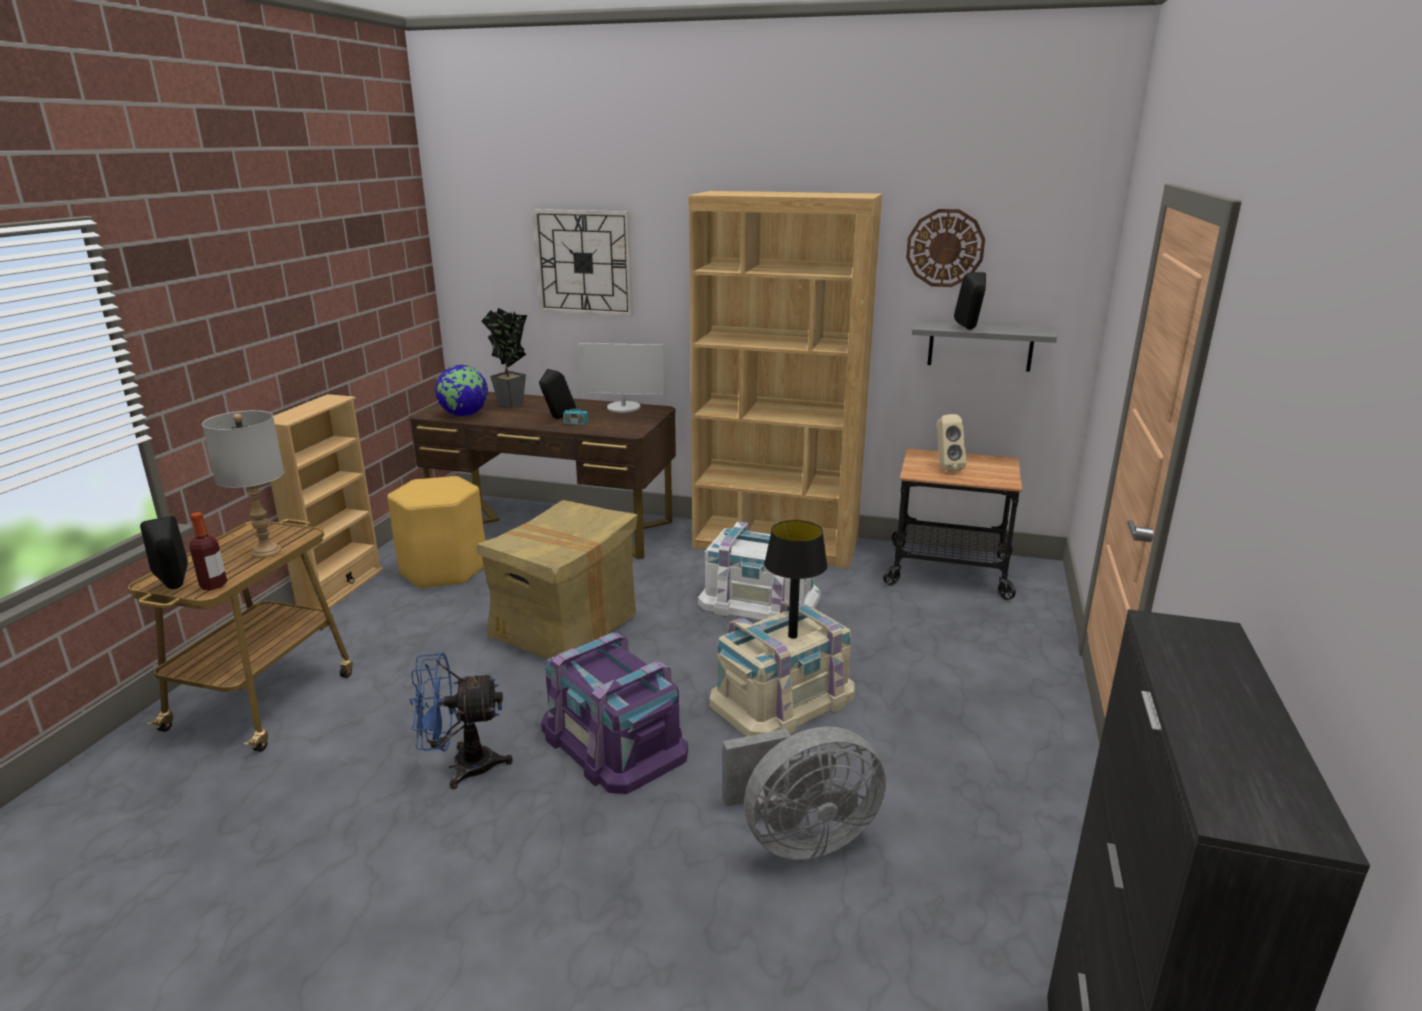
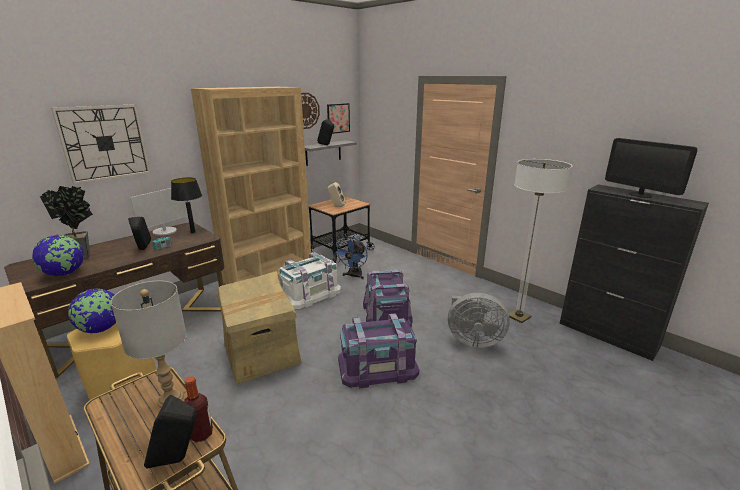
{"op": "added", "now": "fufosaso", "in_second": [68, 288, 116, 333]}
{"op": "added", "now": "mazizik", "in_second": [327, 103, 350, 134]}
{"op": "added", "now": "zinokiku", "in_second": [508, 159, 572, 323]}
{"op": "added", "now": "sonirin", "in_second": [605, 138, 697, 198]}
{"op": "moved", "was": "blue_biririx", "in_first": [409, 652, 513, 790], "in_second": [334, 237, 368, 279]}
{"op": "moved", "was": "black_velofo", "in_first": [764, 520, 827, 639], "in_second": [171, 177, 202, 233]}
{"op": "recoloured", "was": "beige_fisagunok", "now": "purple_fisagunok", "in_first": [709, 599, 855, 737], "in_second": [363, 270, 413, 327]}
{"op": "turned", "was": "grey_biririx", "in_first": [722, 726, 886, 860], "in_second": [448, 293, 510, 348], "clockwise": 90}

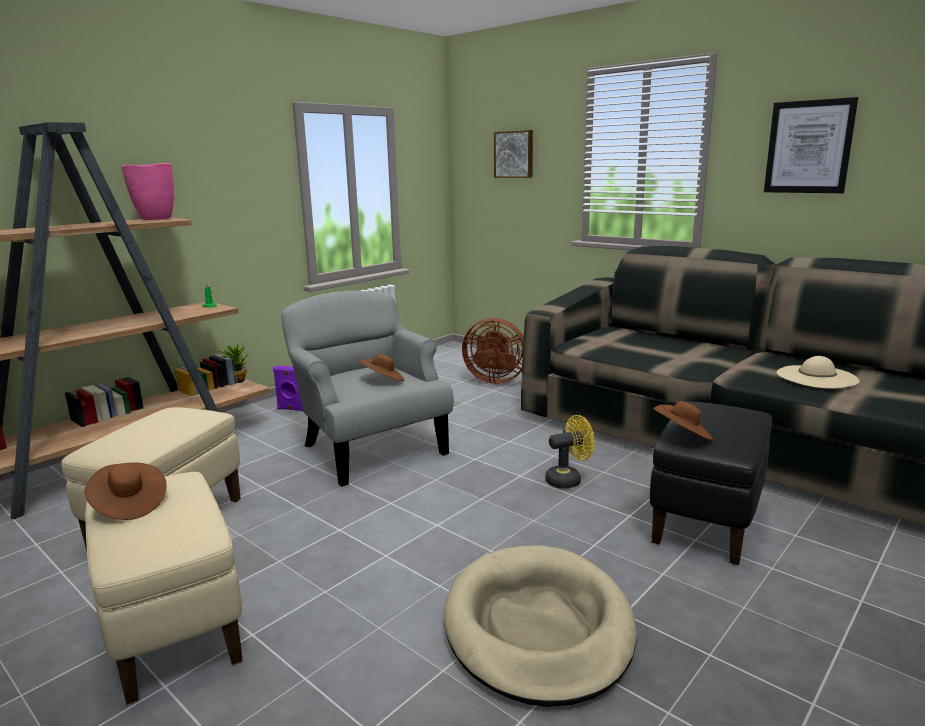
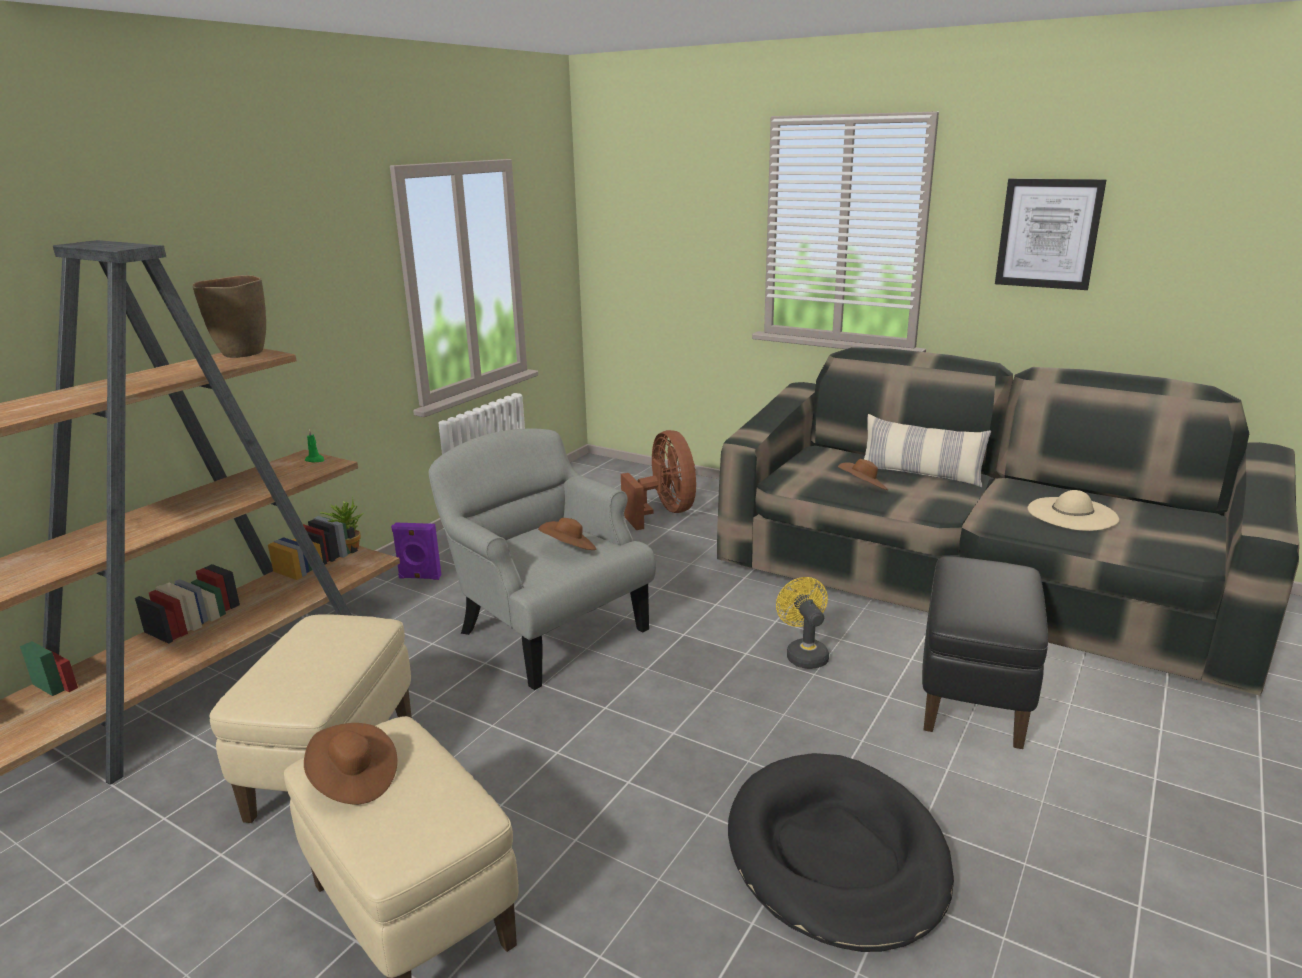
{"op": "removed", "was": "mazizik", "in_first": [494, 130, 533, 178]}
{"op": "added", "now": "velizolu", "in_second": [864, 414, 991, 487]}
{"op": "moved", "was": "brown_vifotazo", "in_first": [654, 401, 714, 440], "in_second": [838, 459, 888, 490]}
{"op": "recoloured", "was": "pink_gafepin", "now": "brown_gafepin", "in_first": [121, 163, 174, 220], "in_second": [192, 275, 266, 358]}
{"op": "recoloured", "was": "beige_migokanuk", "now": "black_migokanuk", "in_first": [444, 545, 637, 707], "in_second": [728, 753, 954, 952]}
{"op": "turned", "was": "brown_biririx", "in_first": [462, 318, 524, 384], "in_second": [621, 430, 696, 530], "clockwise": -120}
{"op": "turned", "was": "yellow_biririx", "in_first": [545, 415, 595, 489], "in_second": [776, 577, 829, 669], "clockwise": -75}

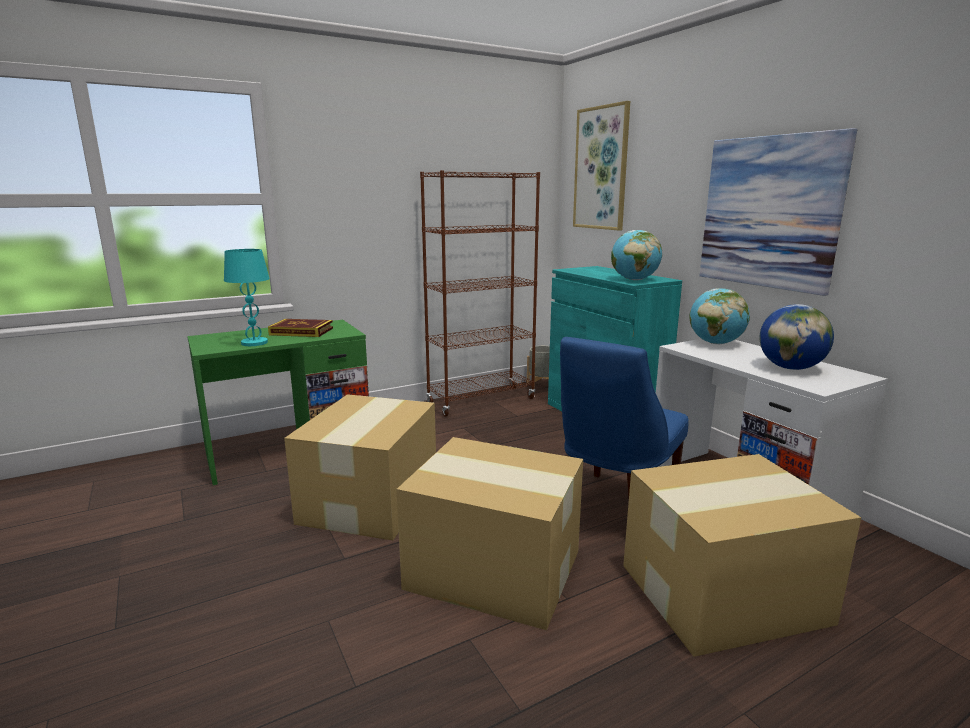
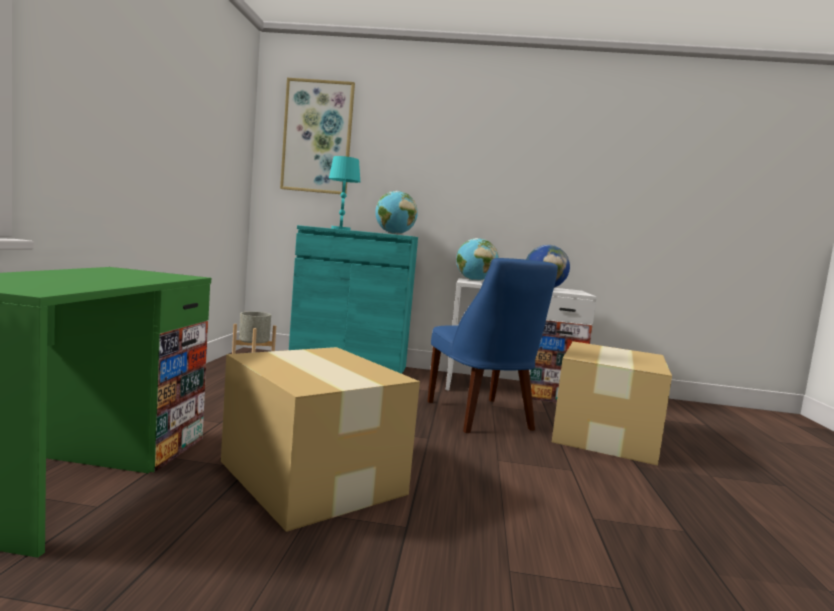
{"op": "removed", "was": "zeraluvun", "in_first": [268, 319, 333, 337]}
{"op": "removed", "was": "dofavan", "in_first": [396, 437, 583, 630]}
{"op": "removed", "was": "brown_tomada", "in_first": [420, 170, 540, 417]}
{"op": "removed", "was": "mazizik", "in_first": [699, 128, 857, 296]}
{"op": "moved", "was": "turquoise_velofo", "in_first": [224, 249, 270, 346], "in_second": [329, 156, 360, 230]}

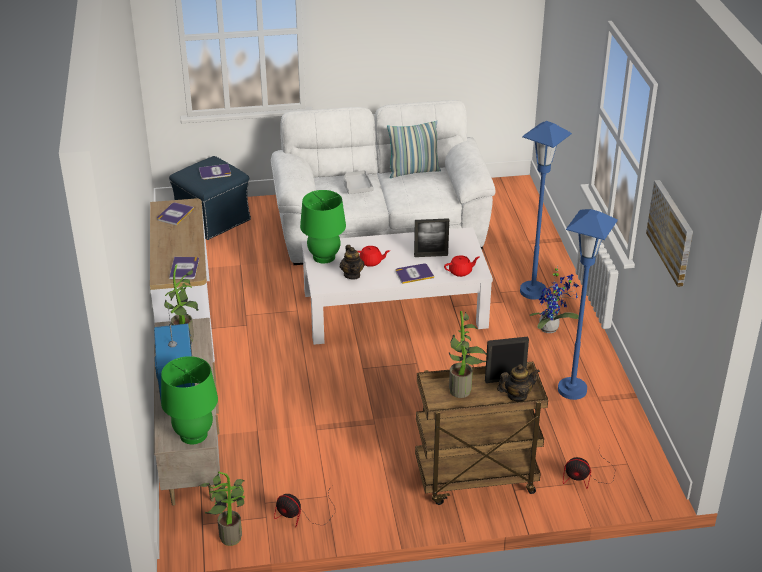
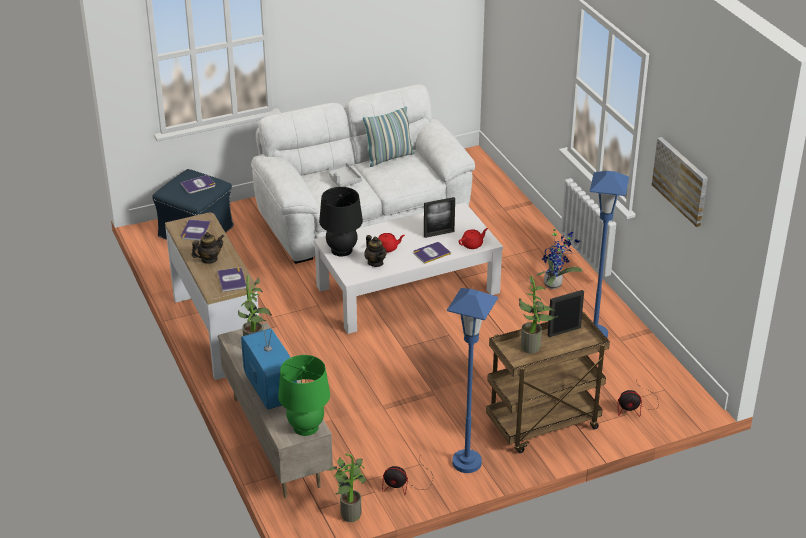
{"op": "moved", "was": "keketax", "in_first": [497, 364, 540, 402], "in_second": [192, 232, 224, 264]}
{"op": "moved", "was": "blue_zinokiku", "in_first": [520, 121, 572, 300], "in_second": [447, 288, 498, 473]}
{"op": "recoloured", "was": "green_velofo", "now": "black_velofo", "in_first": [300, 190, 346, 263], "in_second": [319, 187, 363, 257]}

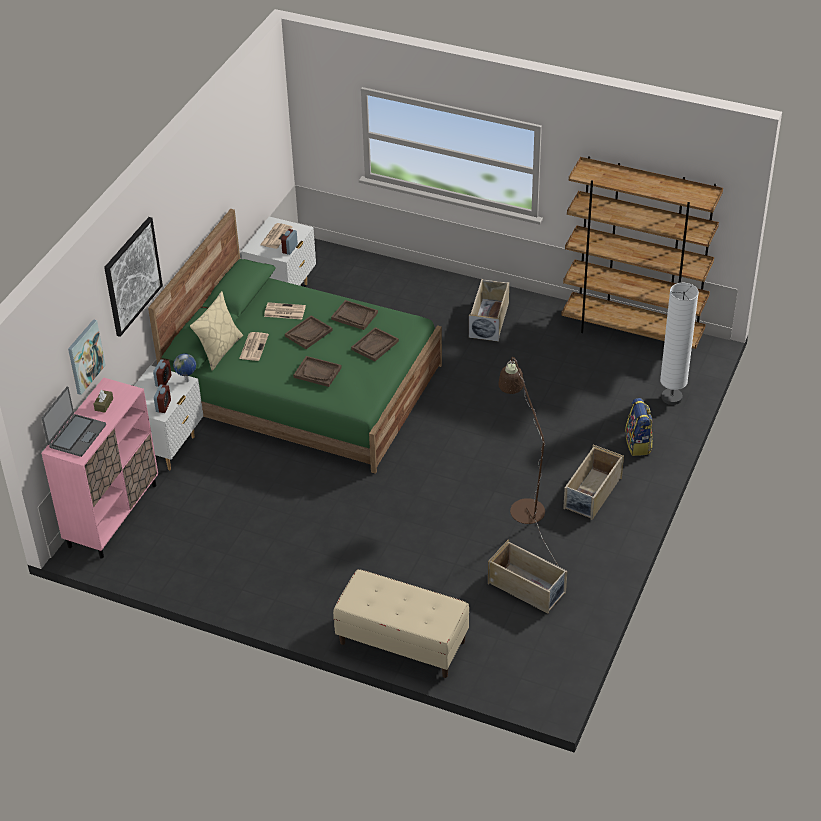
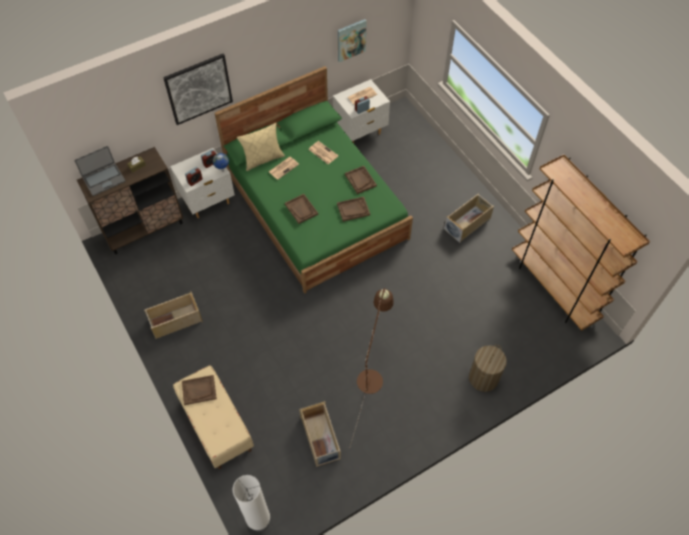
{"op": "moved", "was": "mazizik", "in_first": [68, 319, 106, 395], "in_second": [338, 19, 367, 62]}
{"op": "moved", "was": "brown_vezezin", "in_first": [285, 316, 333, 349], "in_second": [182, 375, 217, 405]}
{"op": "moved", "was": "beige_fisagunok", "in_first": [563, 445, 624, 520], "in_second": [144, 291, 203, 339]}
{"op": "moved", "was": "white_zinokiku", "in_first": [660, 283, 699, 405], "in_second": [233, 475, 270, 532]}
{"op": "replaced", "was": "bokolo", "now": "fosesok", "in_first": [625, 398, 653, 456], "in_second": [469, 345, 507, 392]}
{"op": "recoloured", "was": "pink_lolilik", "now": "brown_lolilik", "in_first": [41, 377, 158, 558], "in_second": [77, 147, 183, 254]}

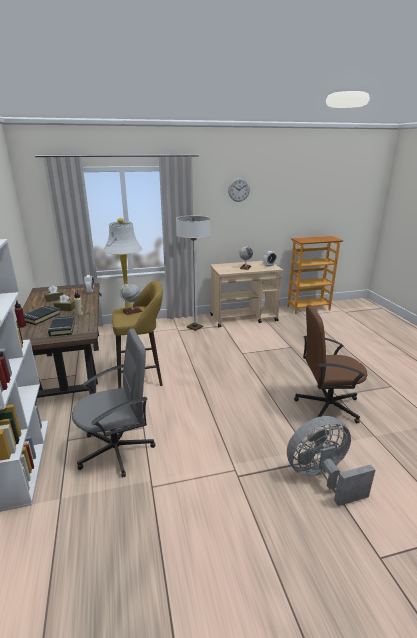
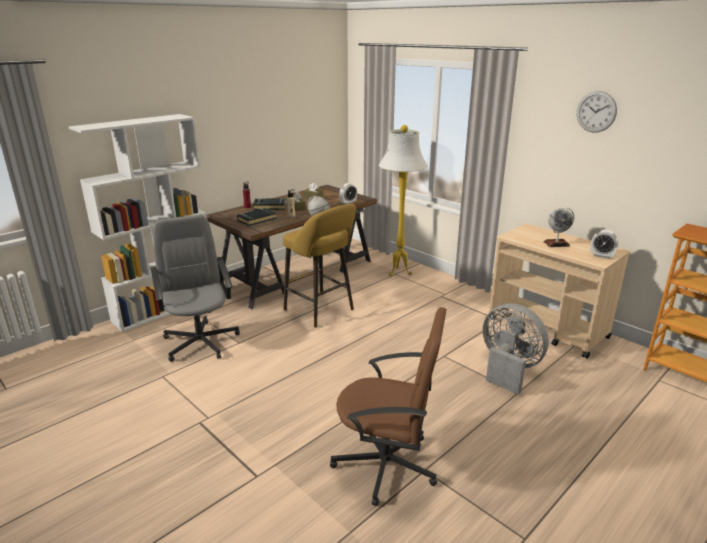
{"op": "removed", "was": "zinokiku", "in_first": [176, 216, 210, 331]}
{"op": "moved", "was": "grey_biririx", "in_first": [287, 416, 376, 506], "in_second": [483, 303, 549, 395]}
{"op": "turned", "was": "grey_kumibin", "in_first": [72, 328, 155, 478], "in_second": [150, 215, 240, 362], "clockwise": -150}
{"op": "turned", "was": "brown_kumibin", "in_first": [294, 305, 367, 424], "in_second": [330, 307, 446, 506], "clockwise": 135}

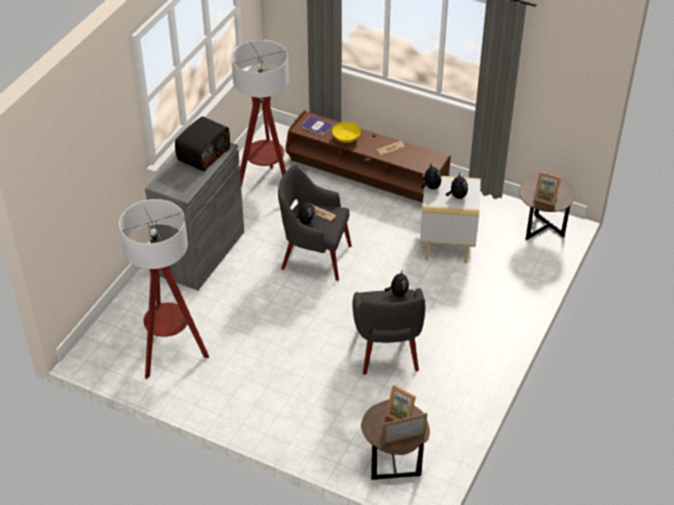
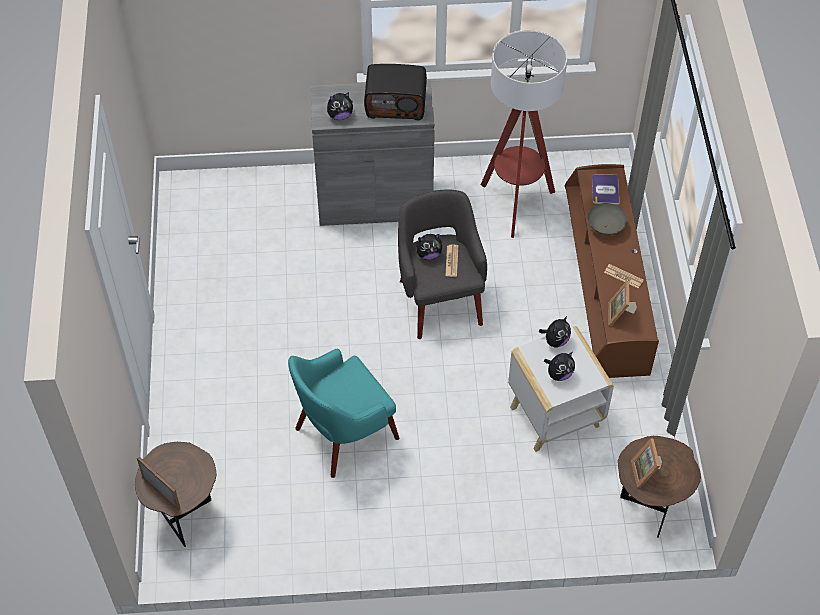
{"op": "removed", "was": "zinokiku", "in_first": [119, 199, 209, 379]}
{"op": "moved", "was": "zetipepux", "in_first": [384, 269, 409, 297], "in_second": [327, 92, 353, 120]}
{"op": "moved", "was": "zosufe", "in_first": [385, 385, 416, 420], "in_second": [608, 281, 637, 326]}
{"op": "recoloured", "was": "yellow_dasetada", "now": "grey_dasetada", "in_first": [332, 122, 361, 143], "in_second": [588, 203, 627, 235]}
{"op": "recoloured", "was": "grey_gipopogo", "now": "turquoise_gipopogo", "in_first": [352, 288, 425, 375], "in_second": [288, 349, 399, 478]}

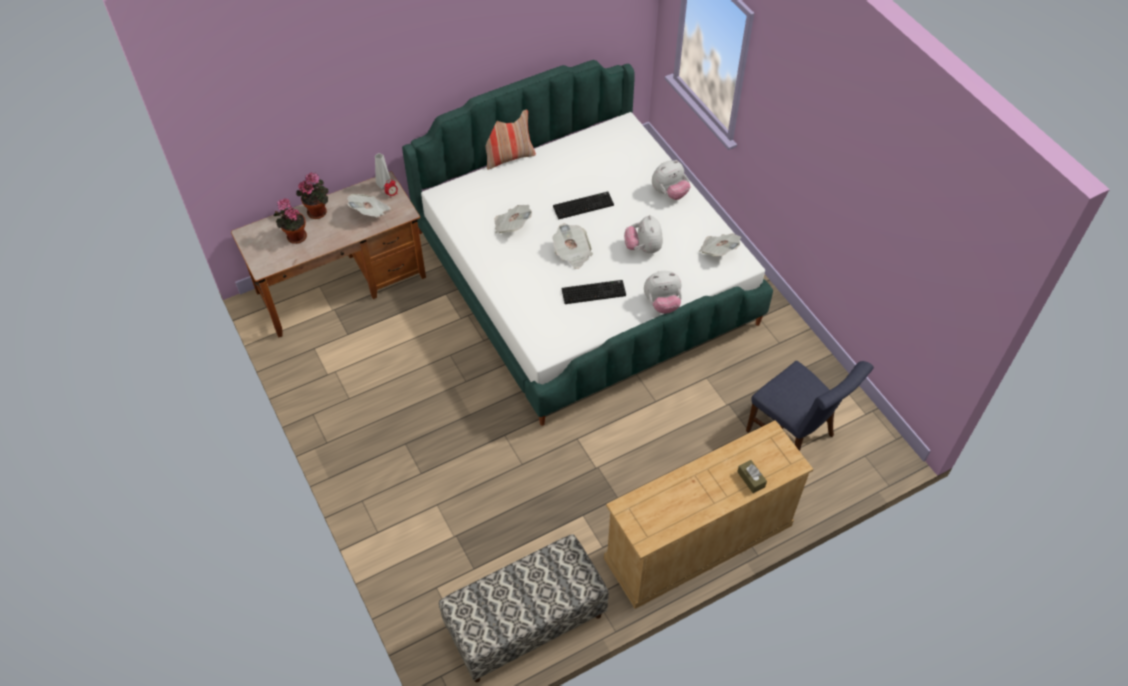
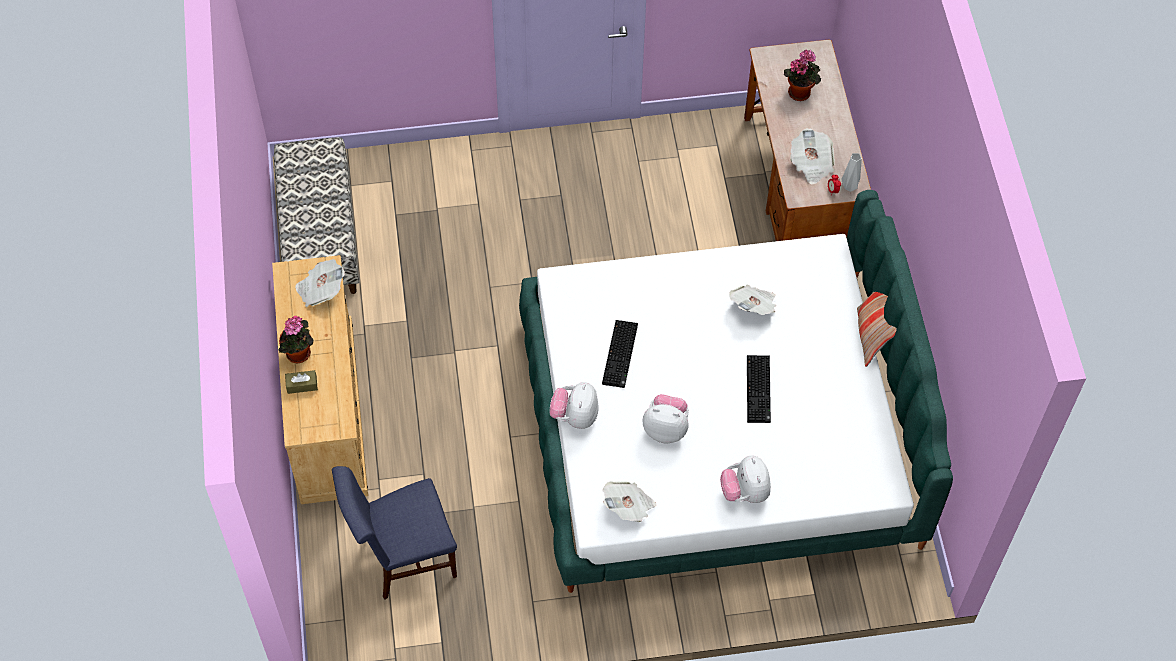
{"op": "moved", "was": "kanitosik", "in_first": [296, 173, 329, 219], "in_second": [278, 316, 313, 364]}
{"op": "moved", "was": "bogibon", "in_first": [552, 223, 593, 269], "in_second": [295, 259, 345, 307]}

